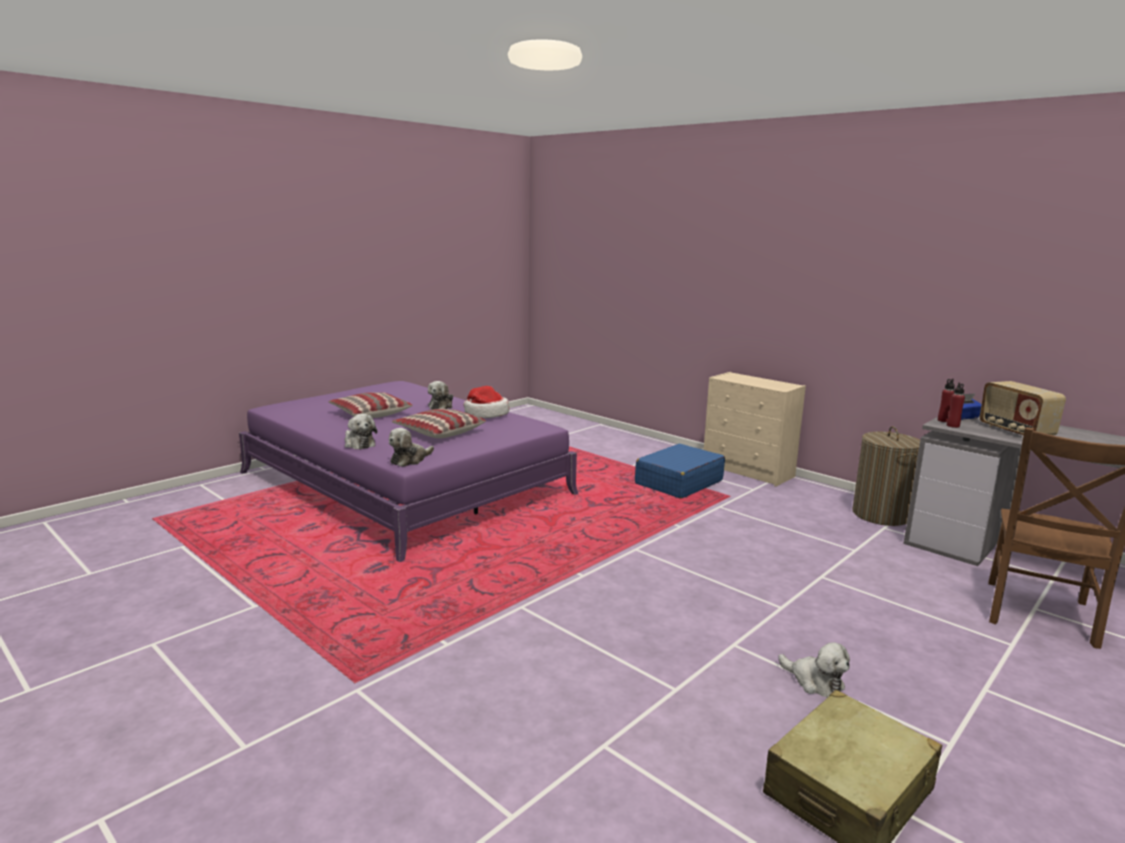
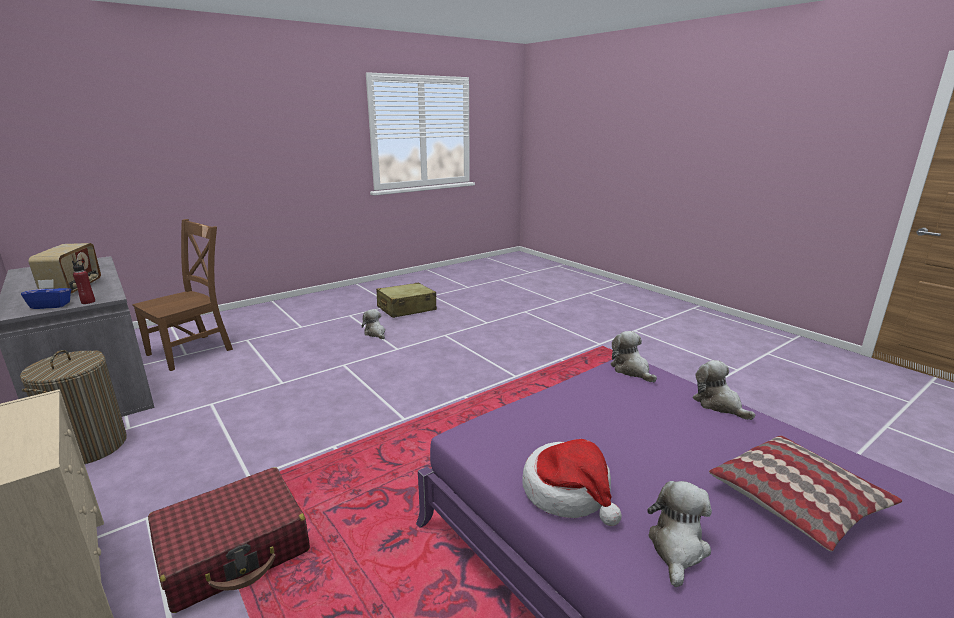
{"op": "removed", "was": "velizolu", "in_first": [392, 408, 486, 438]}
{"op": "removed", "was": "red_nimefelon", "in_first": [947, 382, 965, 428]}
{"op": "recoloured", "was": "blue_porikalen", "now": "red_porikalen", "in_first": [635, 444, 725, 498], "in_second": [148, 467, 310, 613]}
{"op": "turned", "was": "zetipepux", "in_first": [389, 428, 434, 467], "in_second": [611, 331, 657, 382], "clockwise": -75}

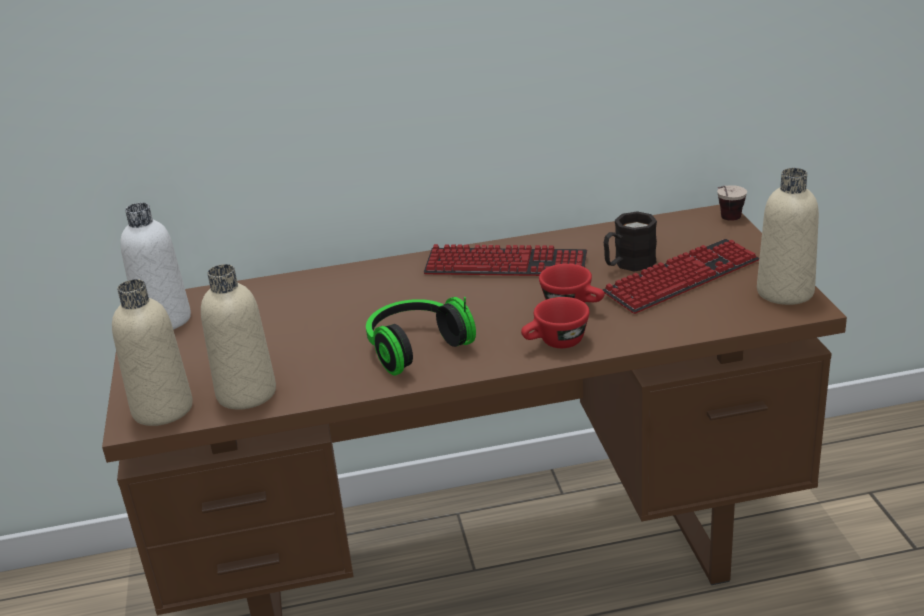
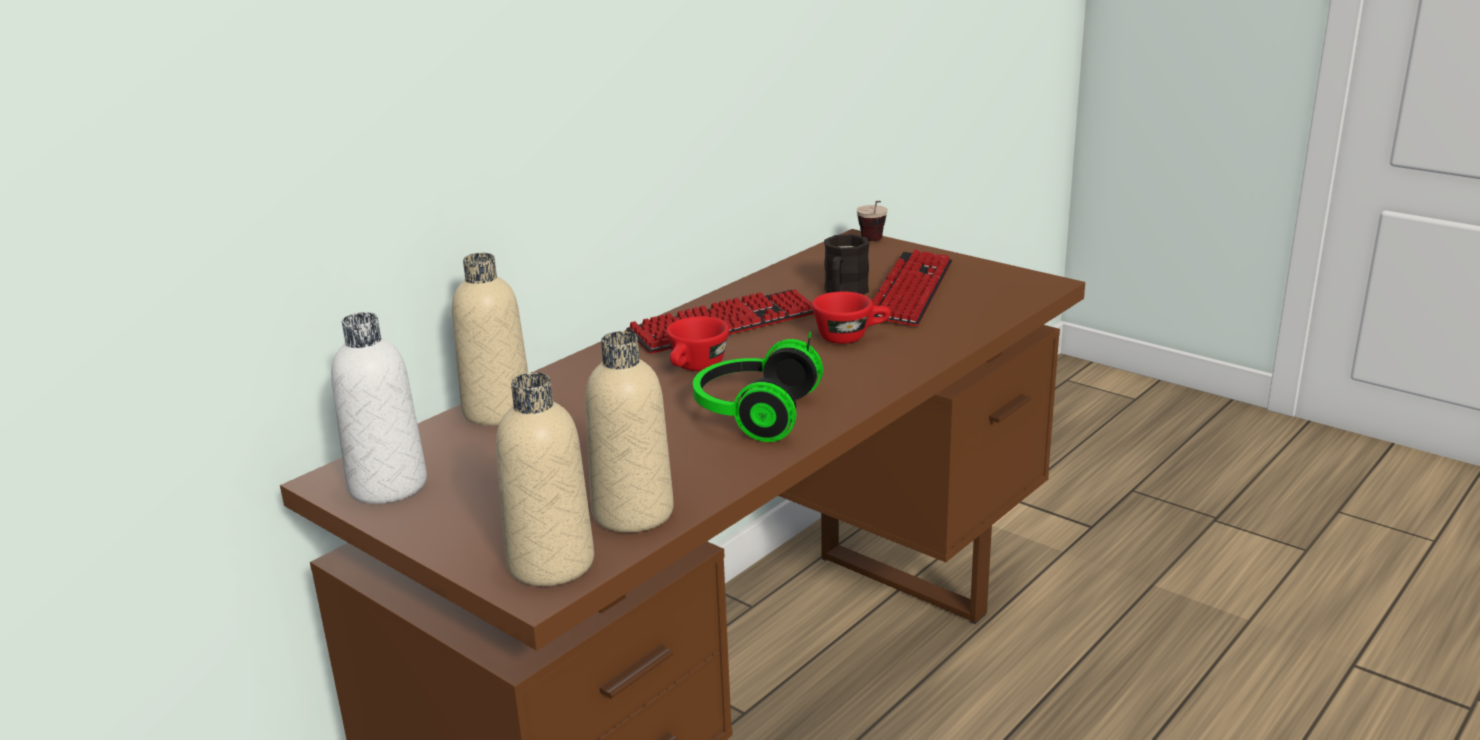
{"op": "moved", "was": "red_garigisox", "in_first": [521, 297, 590, 348], "in_second": [666, 316, 729, 371]}
{"op": "moved", "was": "beige_nimefelon", "in_first": [757, 168, 819, 305], "in_second": [452, 253, 528, 426]}

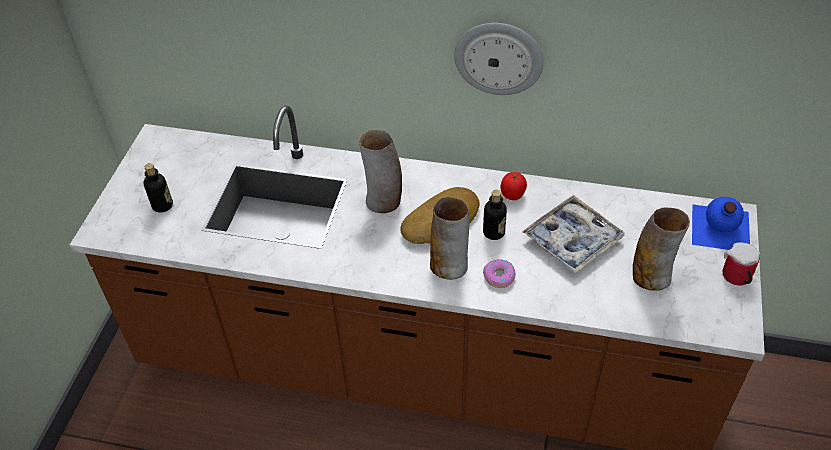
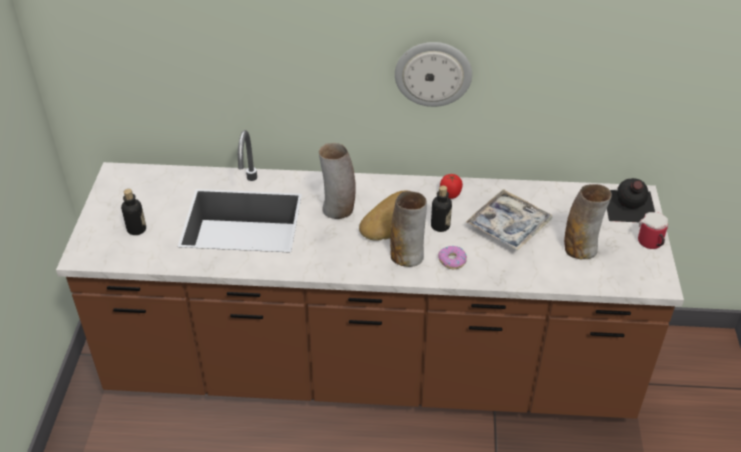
{"op": "recoloured", "was": "blue_nimefelon", "now": "black_nimefelon", "in_first": [692, 197, 750, 250], "in_second": [607, 178, 655, 222]}

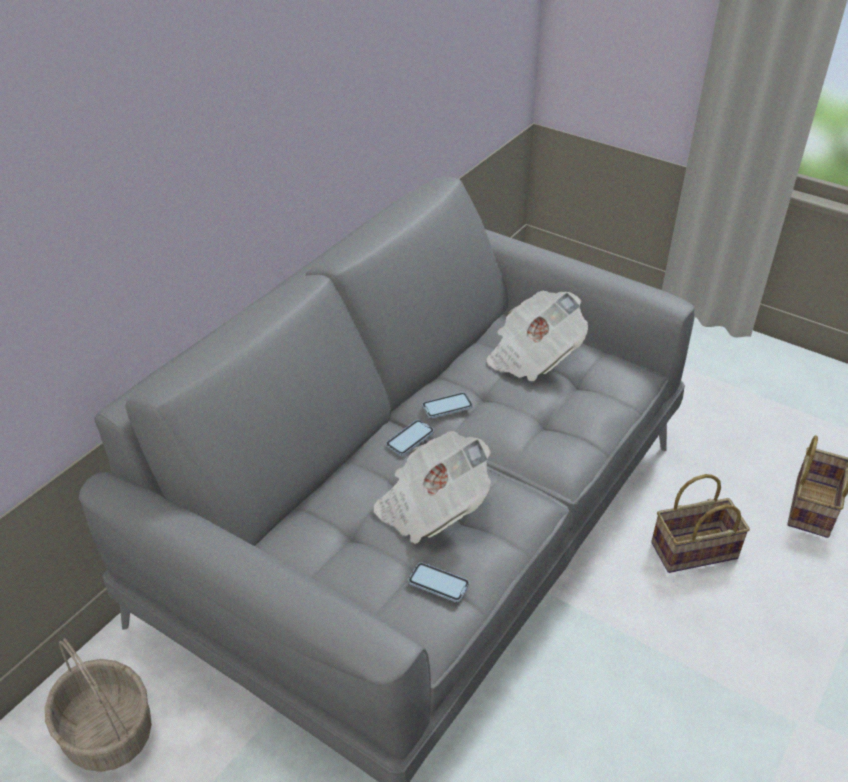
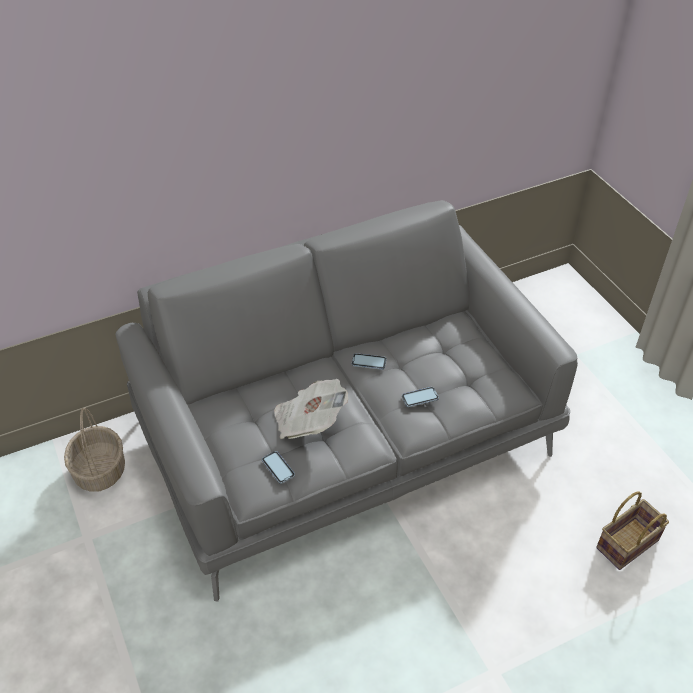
{"op": "removed", "was": "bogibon", "in_first": [486, 291, 588, 381]}
{"op": "removed", "was": "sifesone", "in_first": [651, 474, 750, 573]}
{"op": "moved", "was": "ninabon", "in_first": [386, 420, 434, 456], "in_second": [402, 387, 439, 407]}

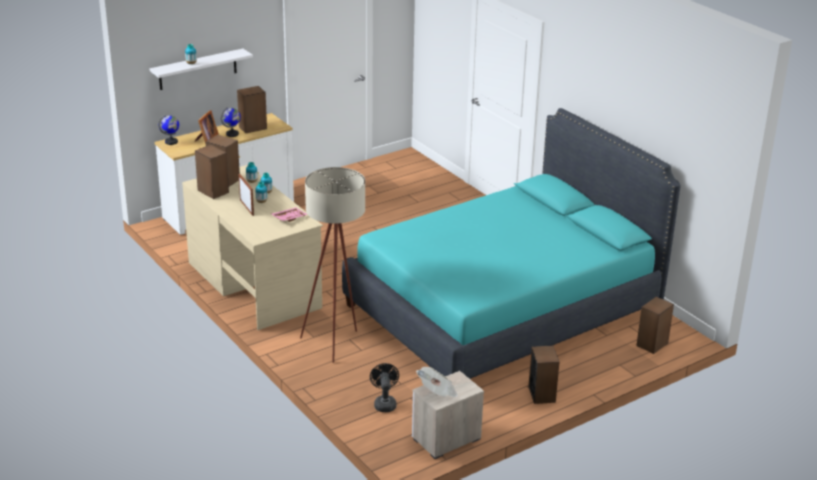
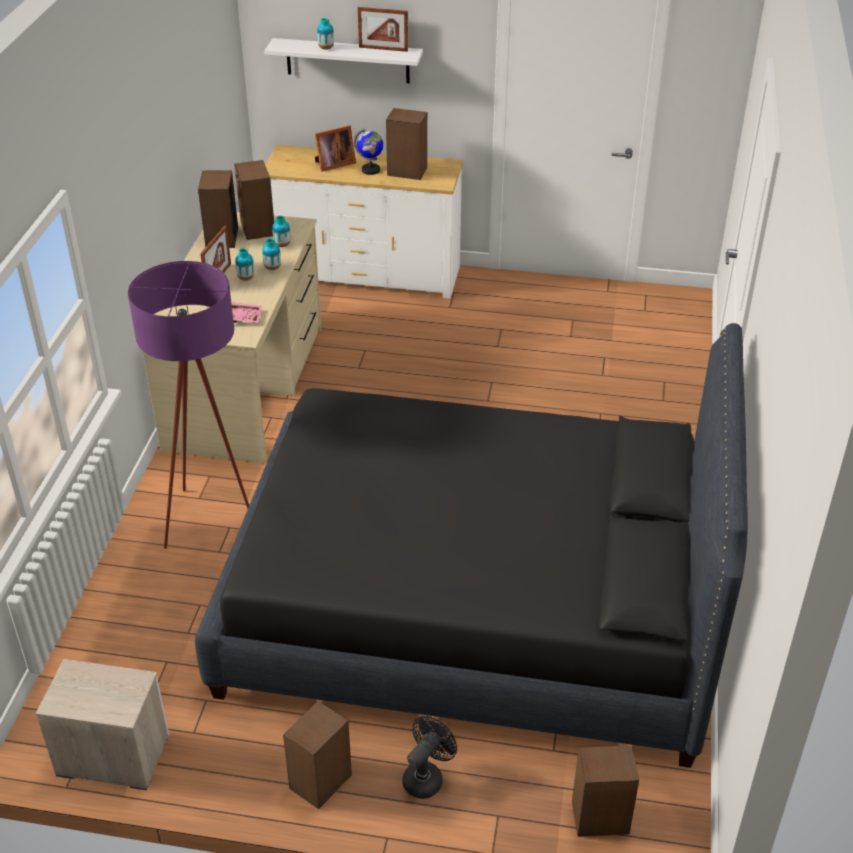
{"op": "removed", "was": "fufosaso", "in_first": [158, 115, 179, 145]}
{"op": "removed", "was": "bogibon", "in_first": [416, 367, 459, 398]}
{"op": "added", "now": "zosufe", "in_second": [358, 7, 408, 52]}
{"op": "moved", "was": "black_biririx", "in_first": [370, 363, 399, 412], "in_second": [402, 716, 457, 799]}
{"op": "recoloured", "was": "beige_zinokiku", "now": "purple_zinokiku", "in_first": [300, 167, 365, 363], "in_second": [128, 261, 249, 549]}
{"op": "recoloured", "was": "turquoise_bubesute", "now": "black_bubesute", "in_first": [342, 108, 681, 379], "in_second": [195, 323, 748, 768]}

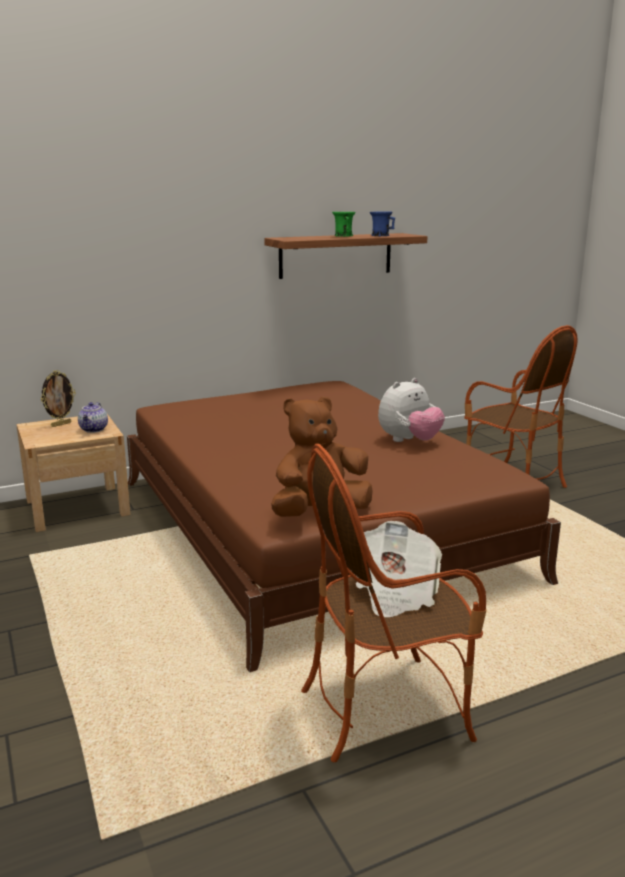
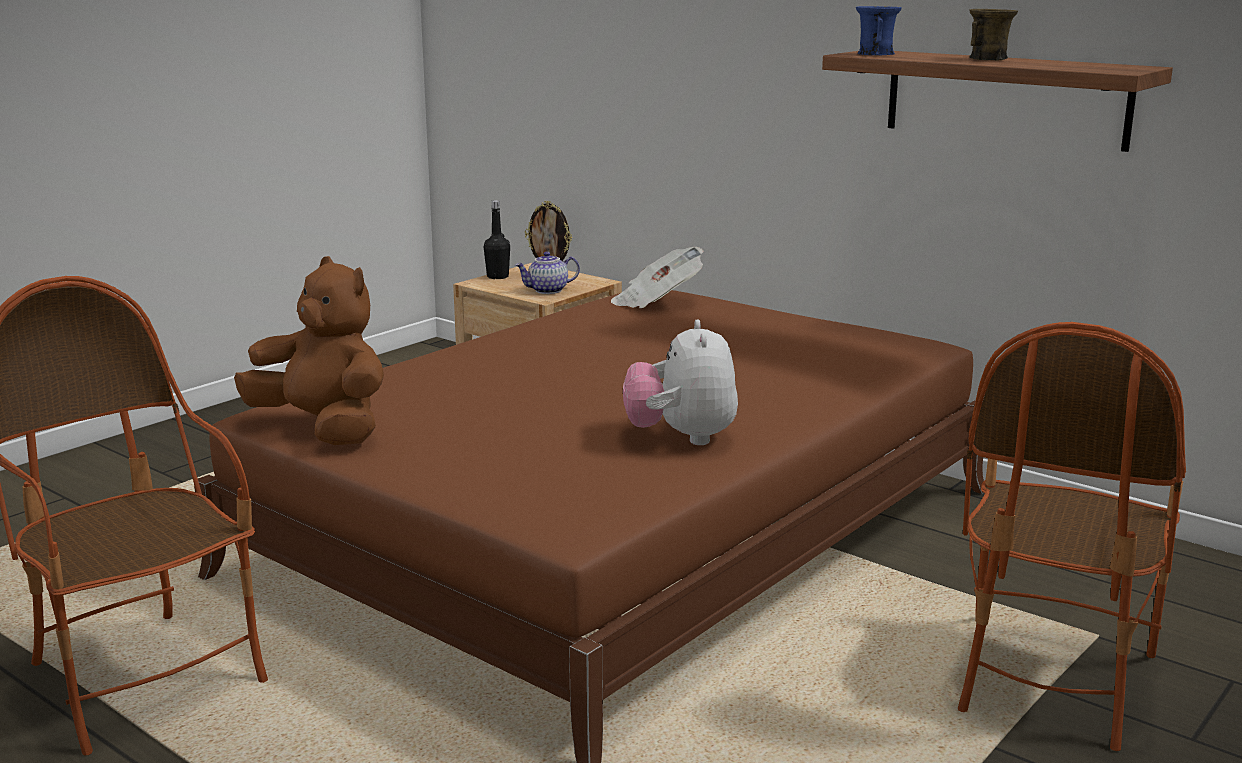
{"op": "added", "now": "black_nimefelon", "in_second": [484, 200, 510, 279]}
{"op": "moved", "was": "bogibon", "in_first": [351, 521, 442, 617], "in_second": [611, 247, 704, 308]}
{"op": "moved", "was": "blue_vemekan", "in_first": [370, 211, 395, 236], "in_second": [856, 6, 902, 55]}
{"op": "recoloured", "was": "green_vemekan", "now": "brown_vemekan", "in_first": [332, 212, 355, 237], "in_second": [969, 9, 1018, 60]}
{"op": "turned", "was": "zetipepux", "in_first": [378, 378, 445, 442], "in_second": [623, 319, 738, 445], "clockwise": 60}

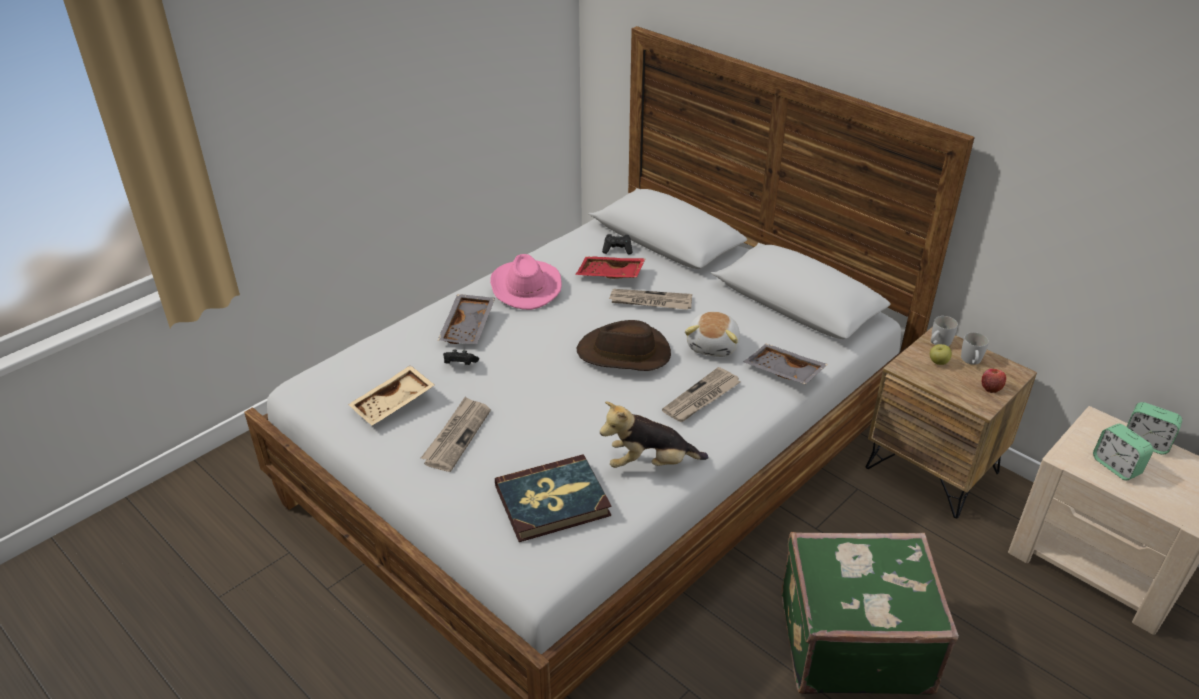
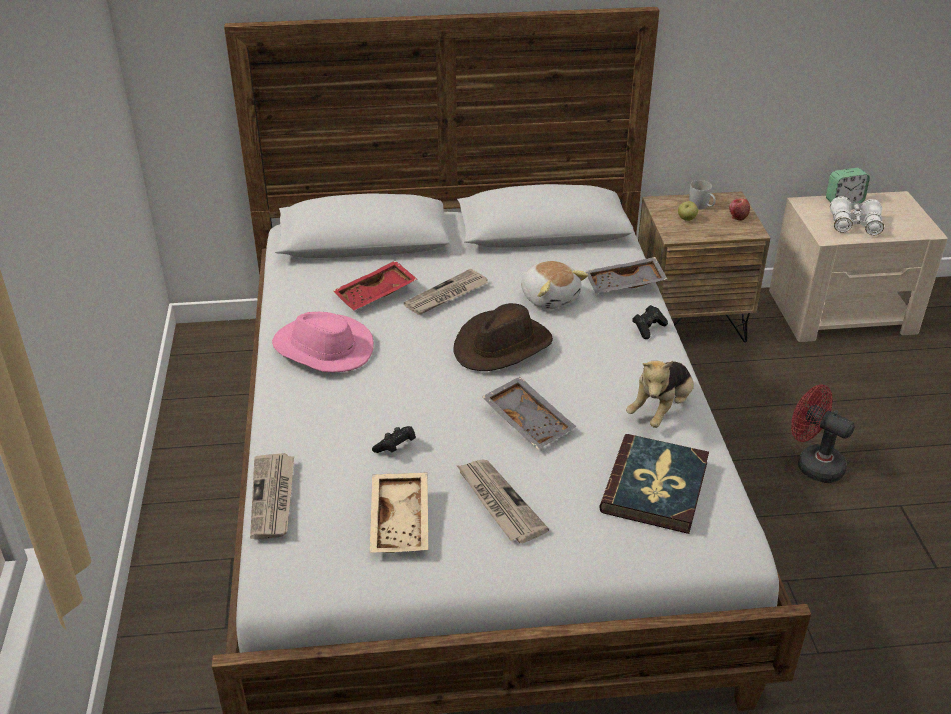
{"op": "removed", "was": "white_vemekan", "in_first": [931, 316, 958, 346]}
{"op": "moved", "was": "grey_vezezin", "in_first": [438, 294, 495, 344], "in_second": [482, 377, 576, 449]}
{"op": "moved", "was": "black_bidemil", "in_first": [602, 234, 633, 255], "in_second": [632, 305, 668, 339]}
{"op": "moved", "was": "bogibon", "in_first": [662, 367, 740, 422], "in_second": [250, 453, 294, 539]}
{"op": "replaced", "was": "green_porikalen", "now": "red_biririx", "in_first": [782, 532, 959, 695], "in_second": [791, 385, 855, 483]}
{"op": "replaced", "was": "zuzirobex", "now": "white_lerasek", "in_first": [1093, 424, 1153, 480], "in_second": [830, 196, 884, 236]}

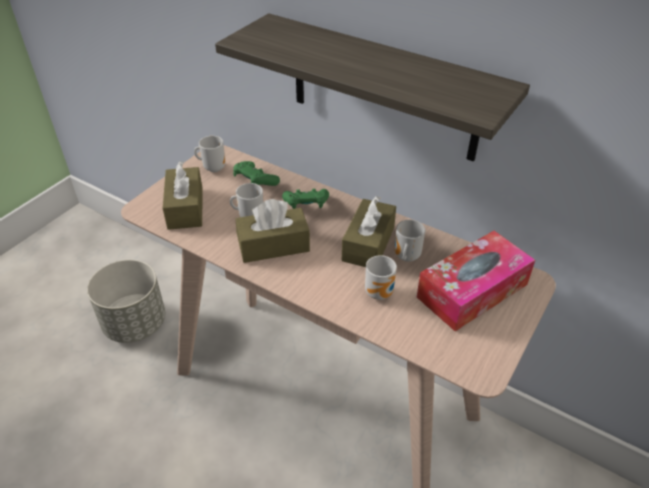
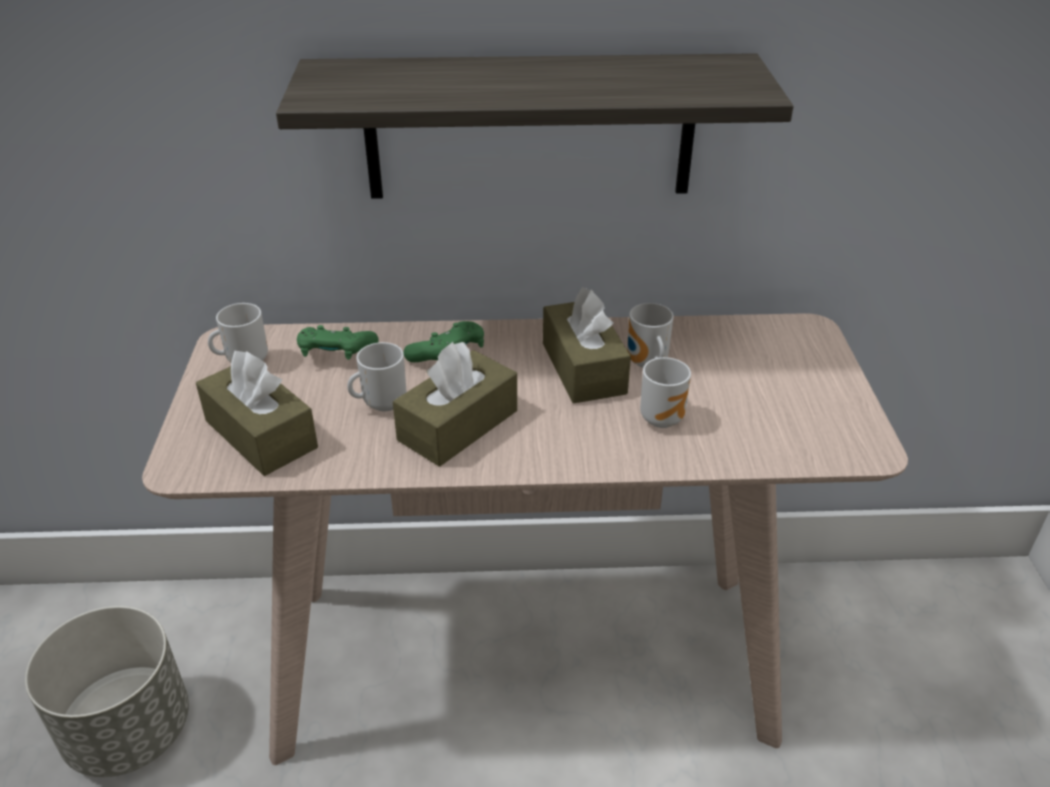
{"op": "removed", "was": "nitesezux", "in_first": [417, 231, 535, 331]}

